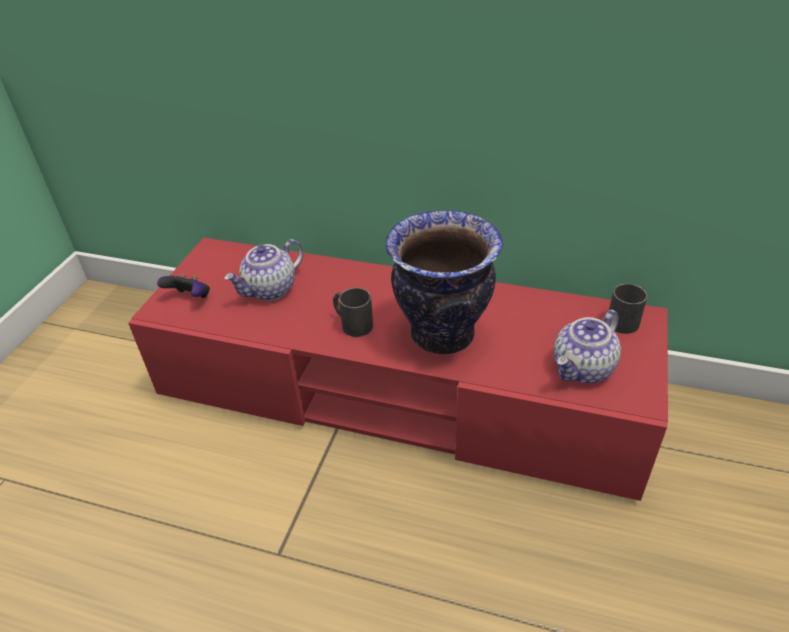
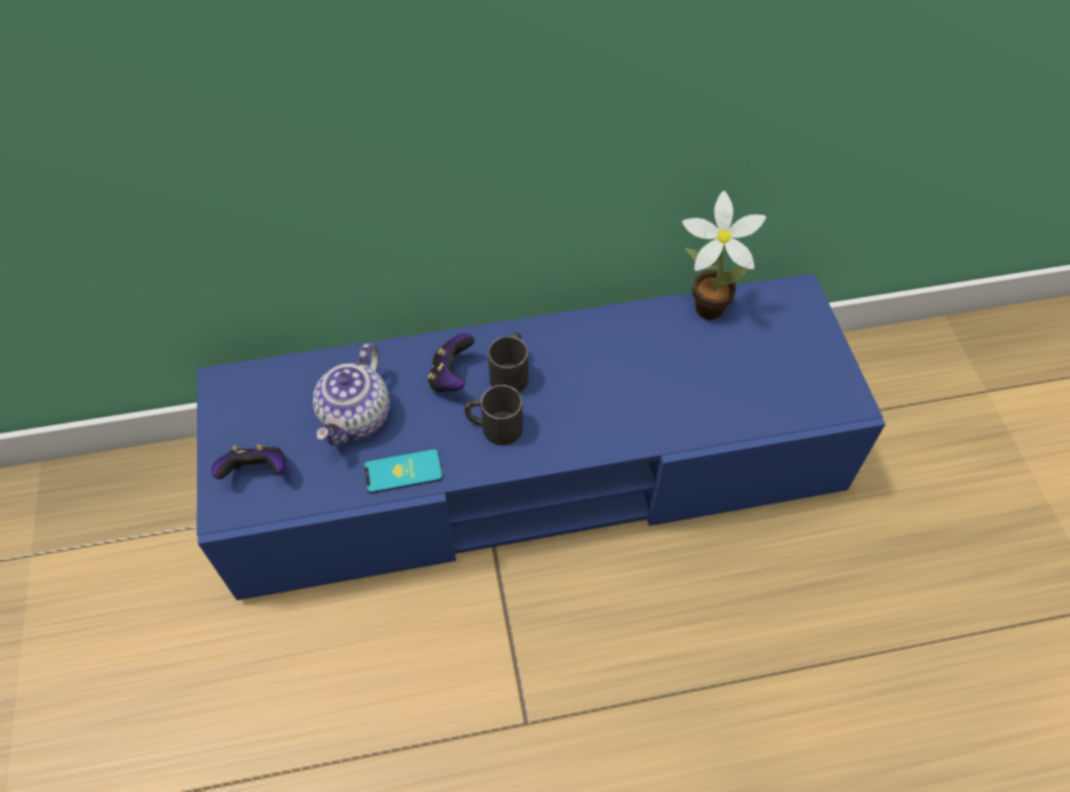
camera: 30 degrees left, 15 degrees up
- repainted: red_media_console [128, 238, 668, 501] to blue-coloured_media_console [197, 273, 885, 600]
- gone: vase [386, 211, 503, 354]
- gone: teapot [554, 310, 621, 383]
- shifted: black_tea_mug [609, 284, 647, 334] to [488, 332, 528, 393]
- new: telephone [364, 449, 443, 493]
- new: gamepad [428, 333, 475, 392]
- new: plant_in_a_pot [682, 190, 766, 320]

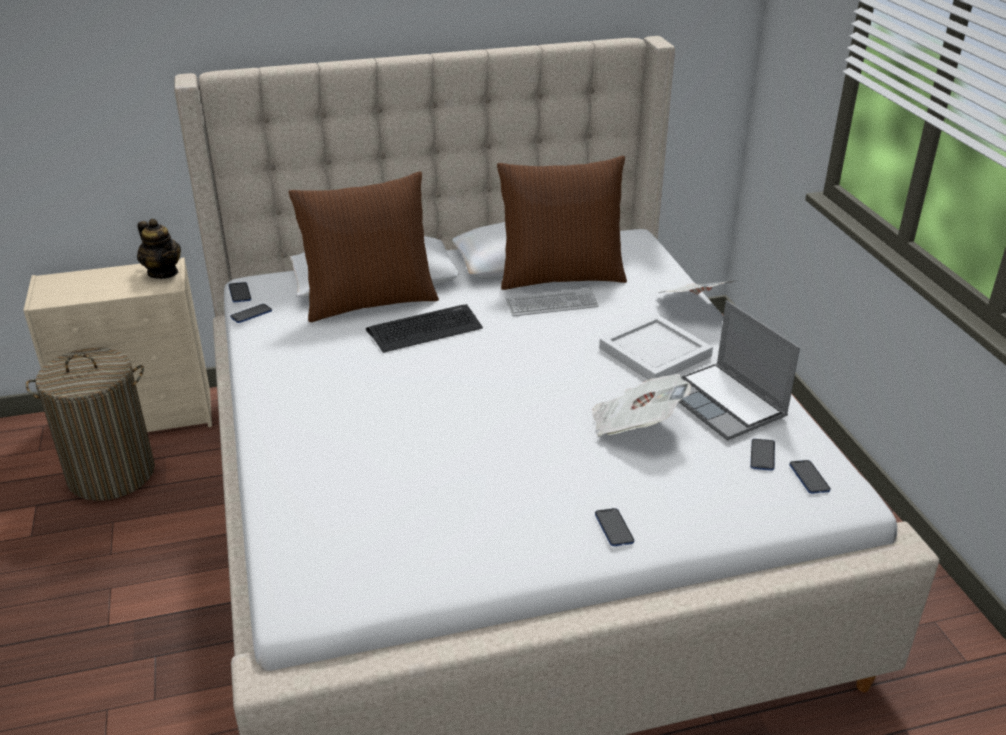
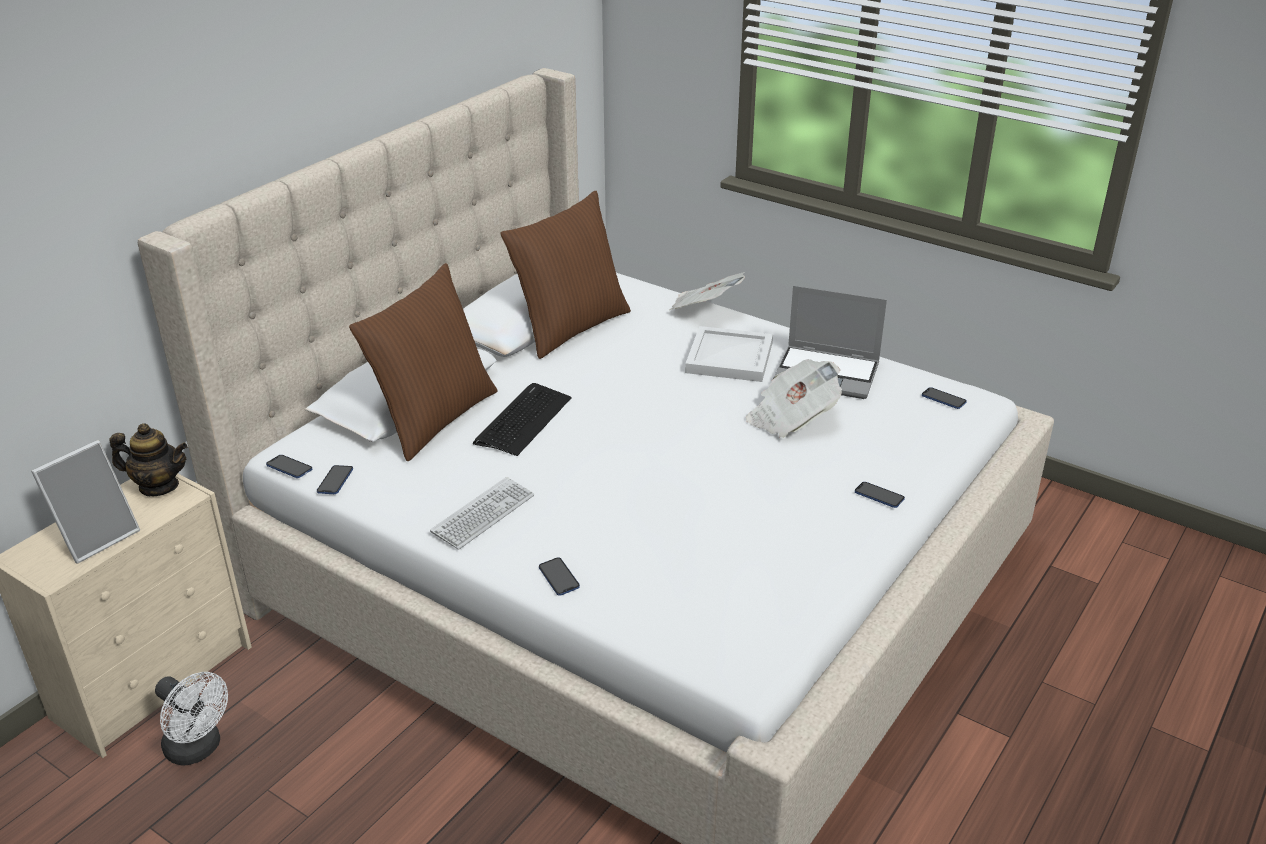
camera: 40 degrees left, 0 degrees up
- swapped: hamper [26, 348, 155, 501] to white_cooling_fan [155, 672, 228, 766]
- shifted: PC_keyboard [506, 288, 599, 316] to [430, 477, 534, 550]
- shifted: telephone [750, 439, 775, 471] to [539, 557, 580, 596]
- new: photo_frame [31, 440, 140, 563]

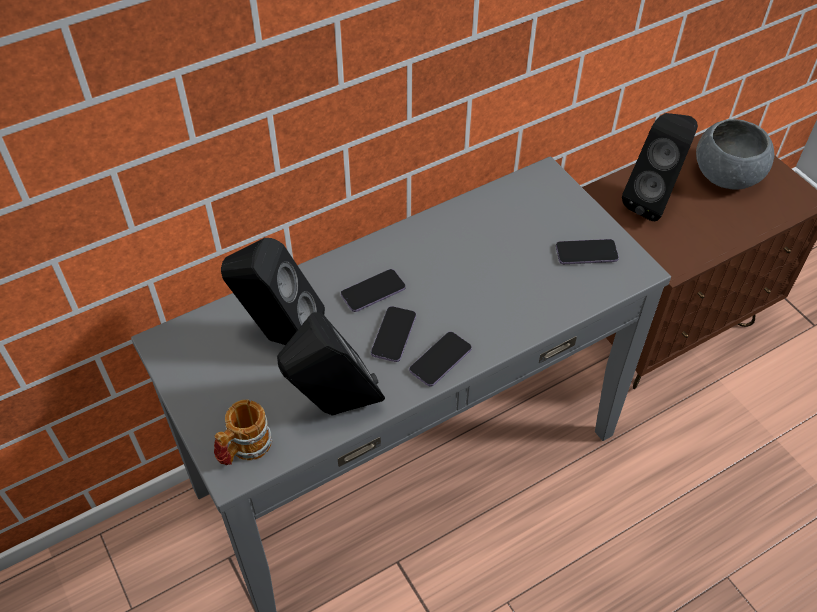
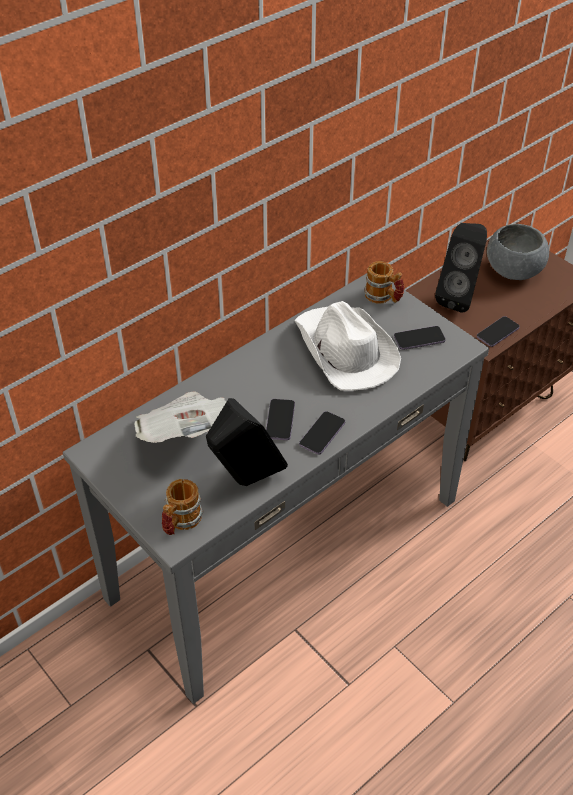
camera: 10 degrees left, 5 degrees down
- swapped: black_speaker [221, 238, 325, 345] to daily_paper [134, 391, 239, 443]
- shifted: telephone [341, 269, 406, 312] to [477, 316, 520, 347]
- new: white_hat [294, 301, 401, 391]
- new: tea_mug [364, 261, 405, 304]

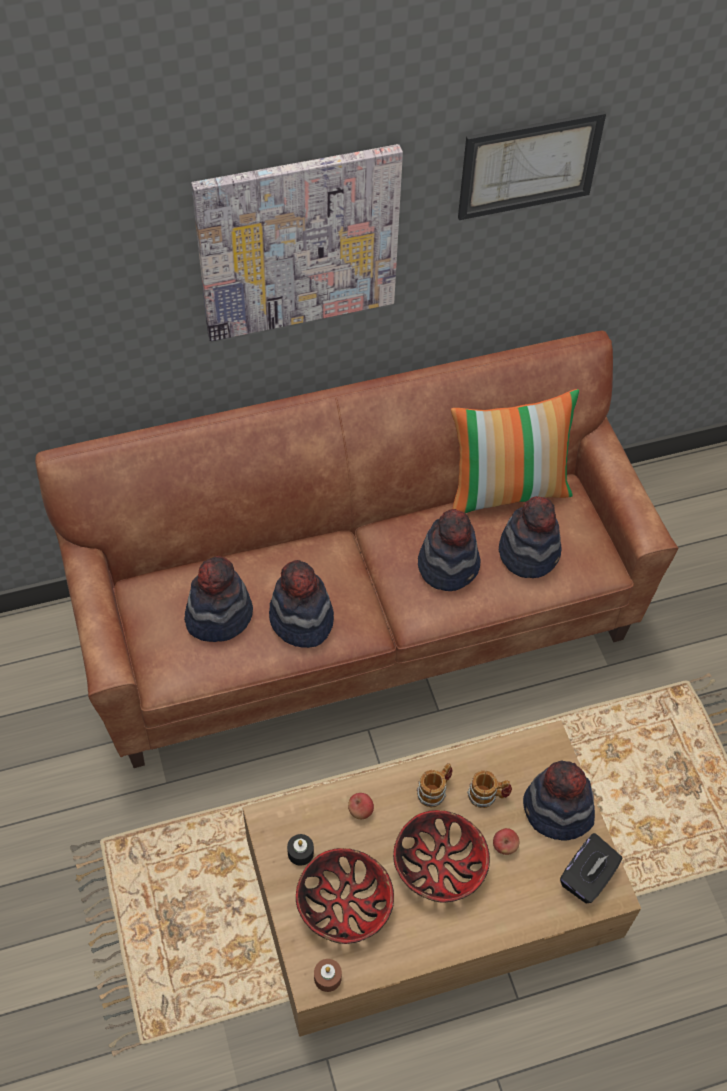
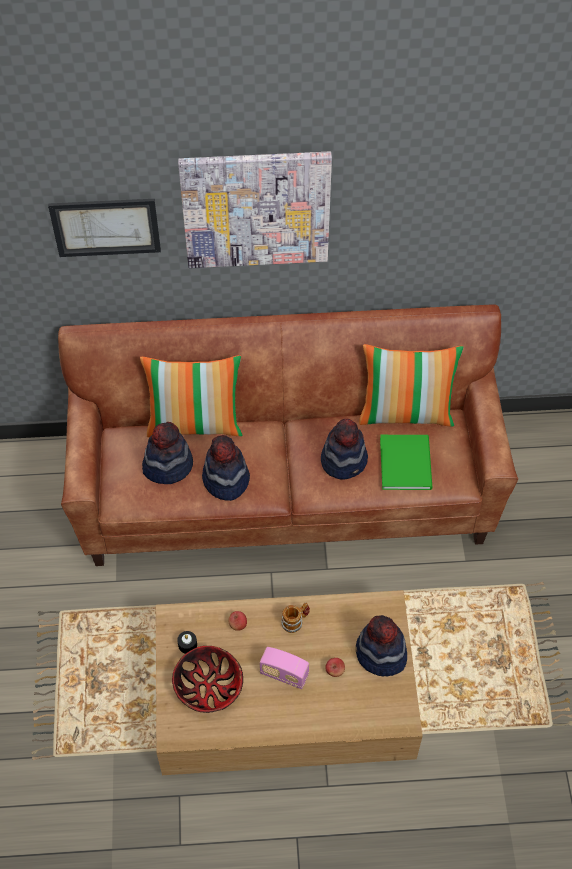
camera: 15 degrees right, 0 degrees up
- gone: brownish_candle [314, 959, 342, 992]
- swapped: serving_bowl [393, 810, 490, 903] to radio_set [260, 647, 309, 689]
- shifted: wall_picture [458, 111, 606, 220] to [48, 199, 161, 257]
- gone: tea_mug [467, 771, 512, 808]
- swapped: hat [499, 496, 562, 578] to greenish_volume [380, 435, 432, 490]
- gone: black_box_of_tissues [560, 833, 623, 903]
- new: cushion [140, 355, 243, 437]

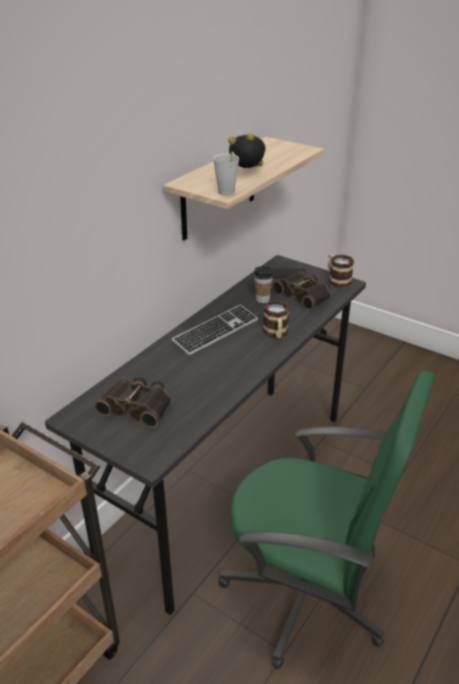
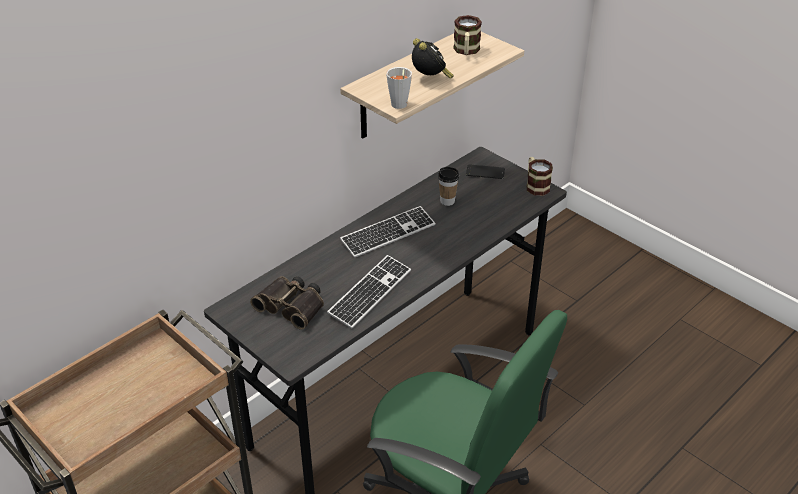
camera: 10 degrees right, 5 degrees up
- rotated: alarm_clock [228, 133, 265, 168] = [412, 38, 454, 79] 45 degrees clockwise
- shifted: tea_mug [263, 300, 290, 339] to [453, 15, 482, 55]
- gone: binoculars [272, 271, 331, 310]
- new: PC_keyboard [327, 255, 411, 329]

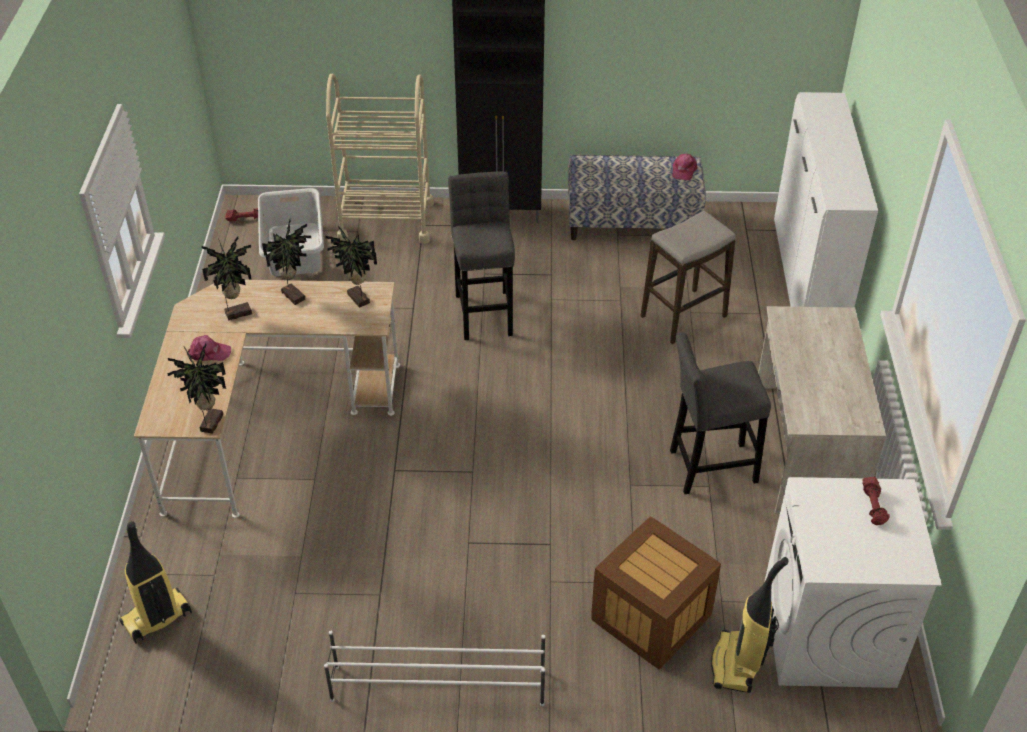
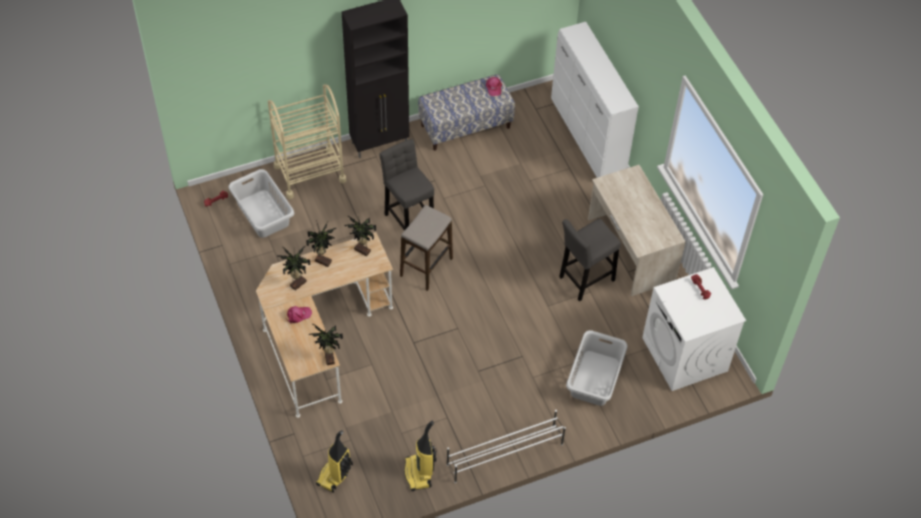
camera: 25 degrees left, 10 degrees up
- swapped: packing_crate [591, 516, 721, 669] to greyish_hamper [566, 330, 628, 406]
- shifted: stool [640, 211, 735, 344] to [400, 205, 453, 291]
- shifted: vacuum_cleaner [711, 557, 788, 693] to [404, 421, 437, 491]

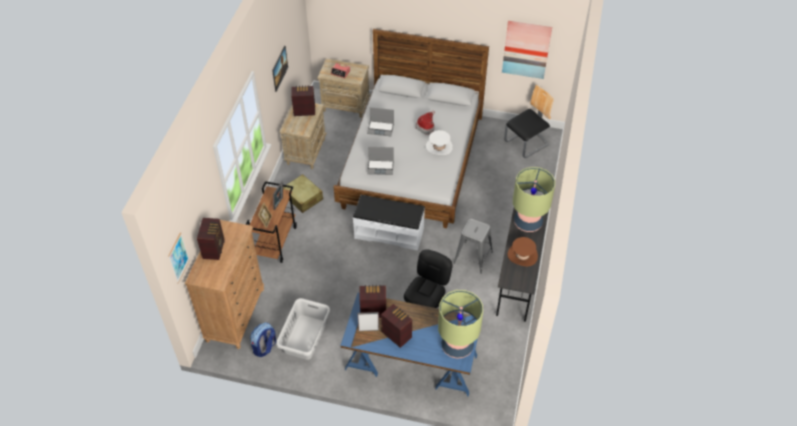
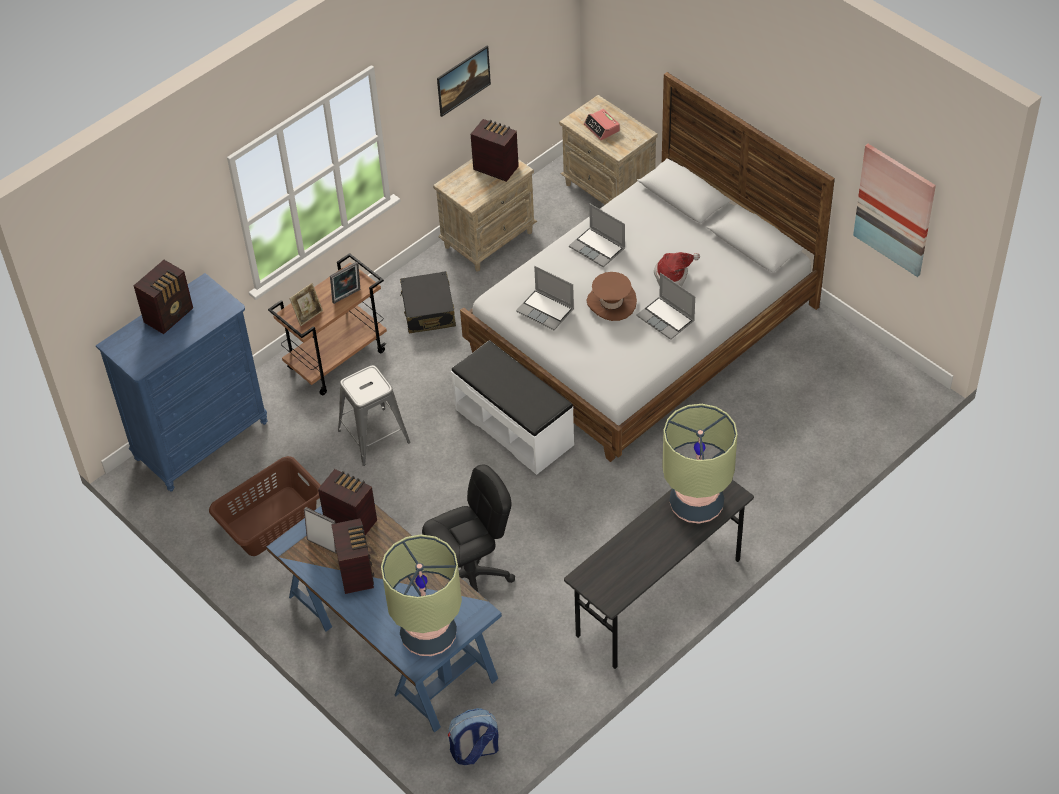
camera: 35 degrees right, 0 degrees up
- gone: wall_picture [168, 232, 190, 284]
- repainted: brownish_dresser [185, 220, 264, 349] to blue-coloured_dresser [96, 273, 267, 492]
- shifted: backpack [250, 322, 276, 357] to [448, 708, 499, 765]
- repainted: greyish_hamper [276, 298, 330, 360] to brownish_hamper [209, 456, 321, 556]
- repainted: sand-coloured_suitcase [283, 174, 323, 213] to black_suitcase [400, 271, 456, 333]
- swapped: white_hat [426, 130, 453, 155] to notebook_computer [636, 273, 695, 340]
- shifted: greyish_stool [454, 219, 493, 274] to [338, 365, 410, 466]
- gone: chair [504, 84, 554, 158]
- shifted: brownish_hat [507, 237, 538, 267] to [587, 272, 637, 321]

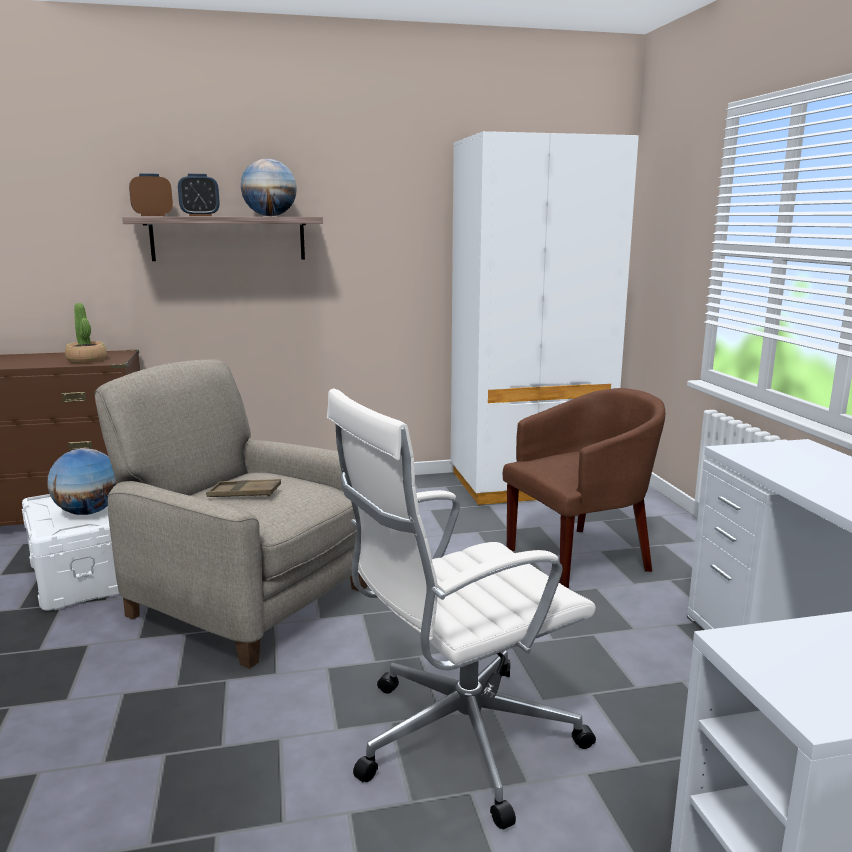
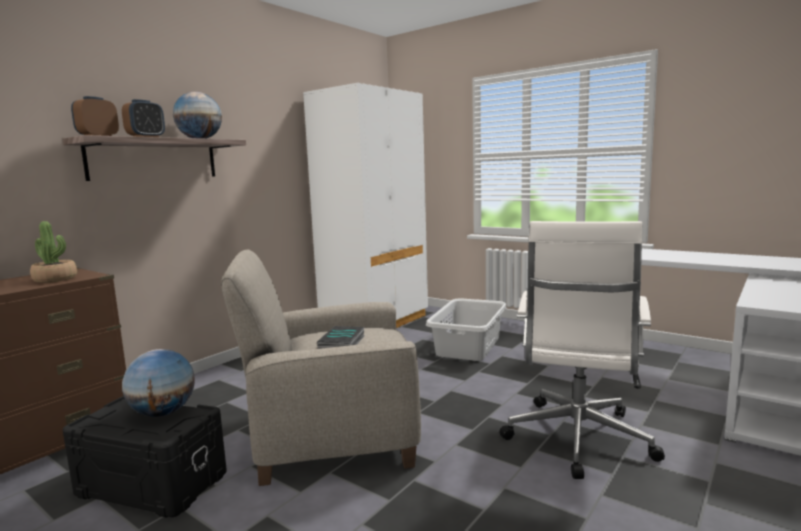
camera: 40 degrees left, 5 degrees down
- repainted: white_storage_container [22, 494, 120, 611] to black_storage_container [63, 396, 227, 518]
- swapped: brownish_carrying_tray [206, 479, 281, 497] to volume [317, 326, 364, 349]
- swapped: brownish_easy_chair [503, 388, 665, 589] to greyish_hamper [426, 298, 507, 361]

